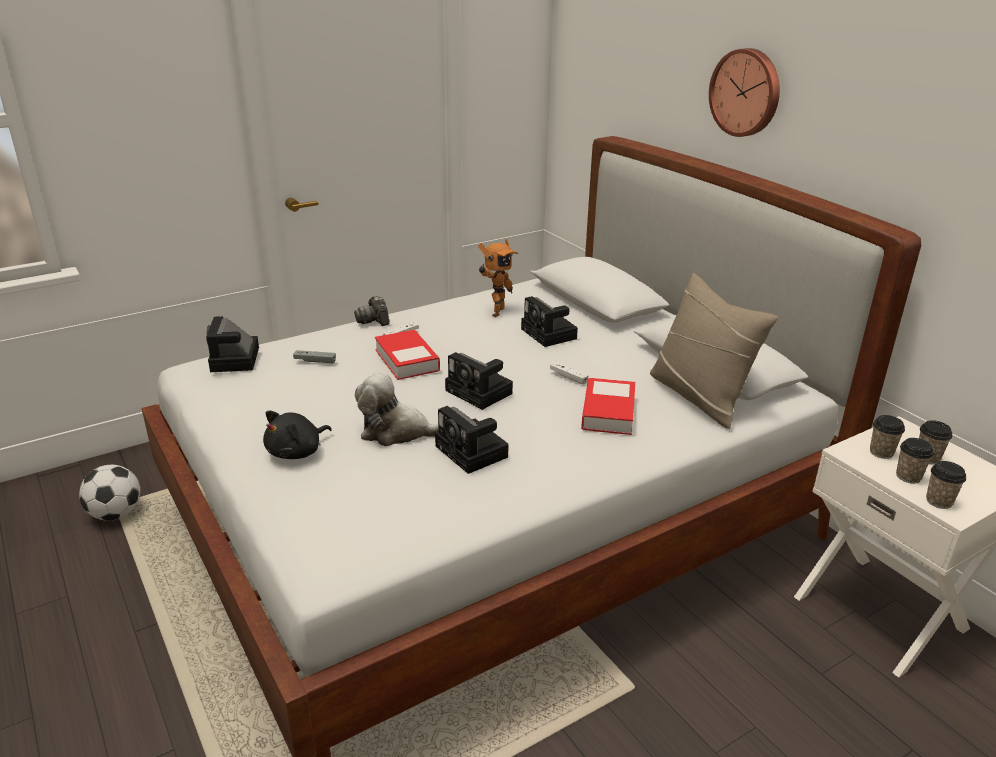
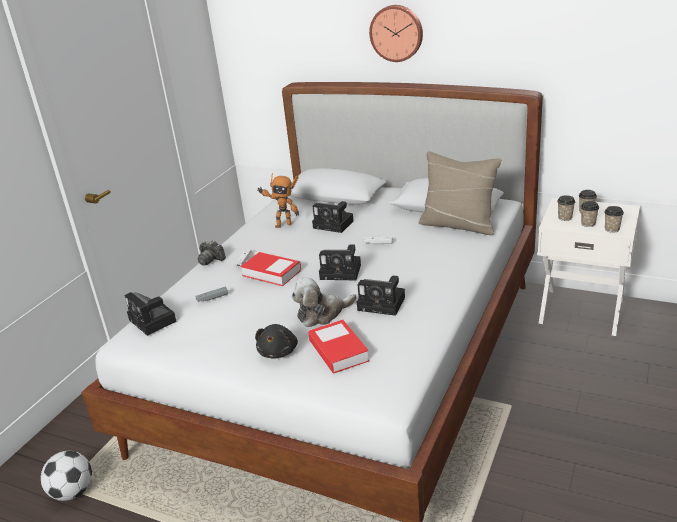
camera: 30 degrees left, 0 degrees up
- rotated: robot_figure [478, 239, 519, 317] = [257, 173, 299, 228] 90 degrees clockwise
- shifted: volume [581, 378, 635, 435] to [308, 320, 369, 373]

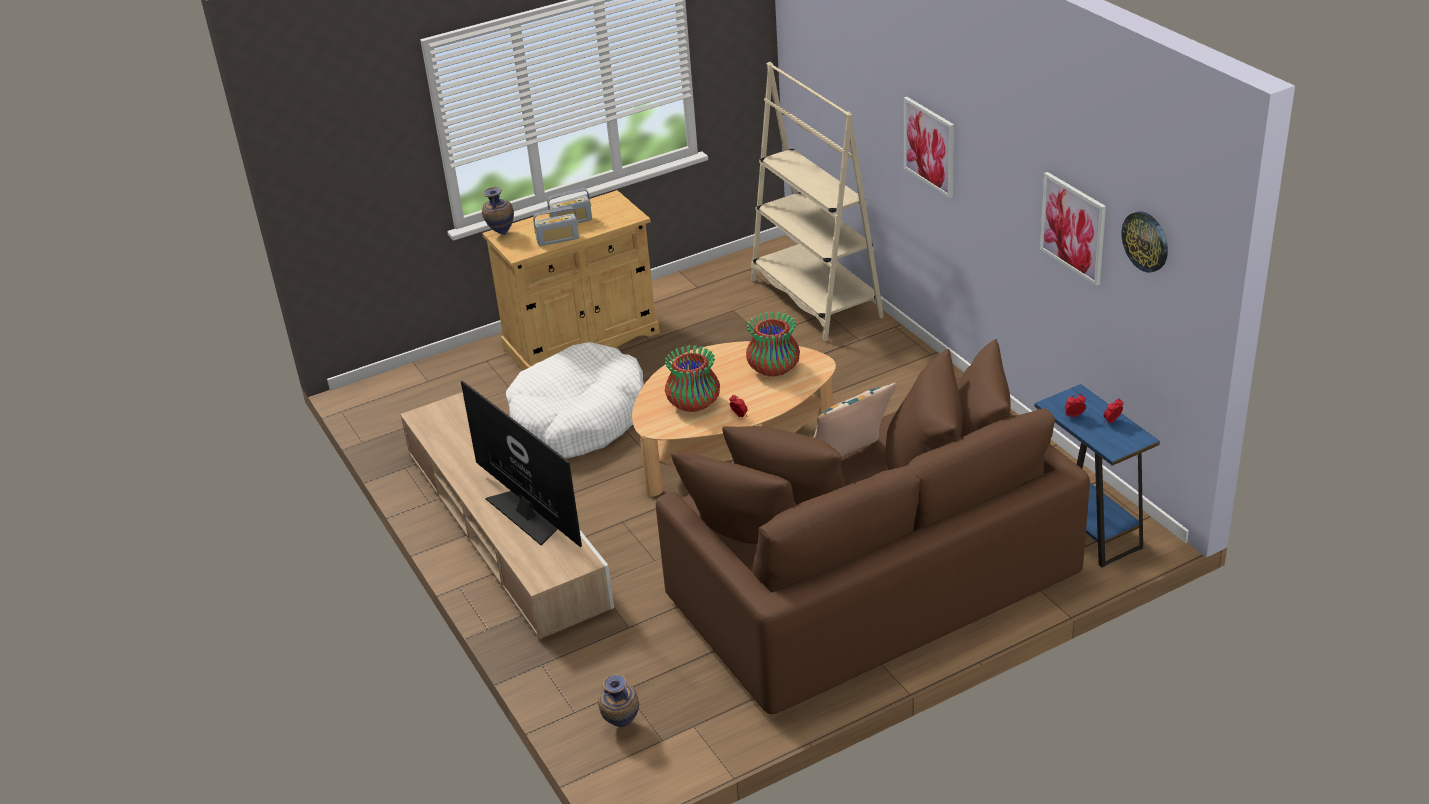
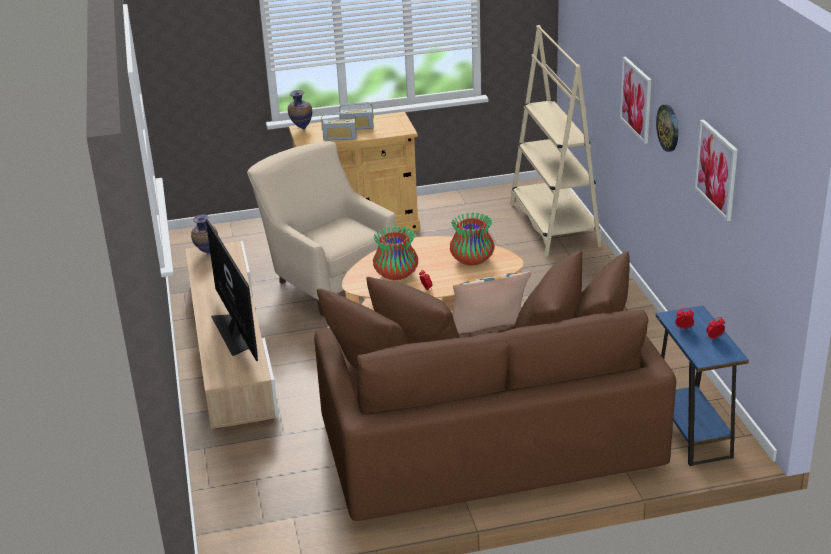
camera: 15 degrees right, 5 degrees down
- swapped: white_pet_bed [506, 342, 644, 458] to sand-coloured_easy_chair [247, 141, 397, 317]
- shifted: vase [598, 674, 639, 727] to [191, 214, 218, 253]
- shifted: hanging_clock [1122, 211, 1168, 273] to [656, 104, 678, 152]

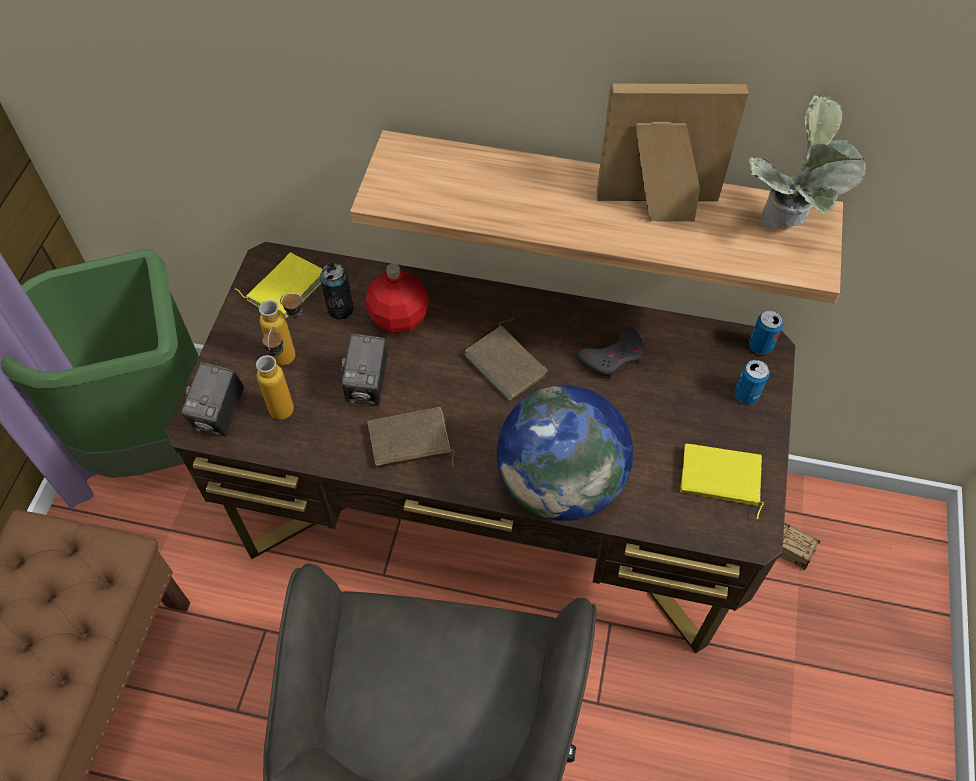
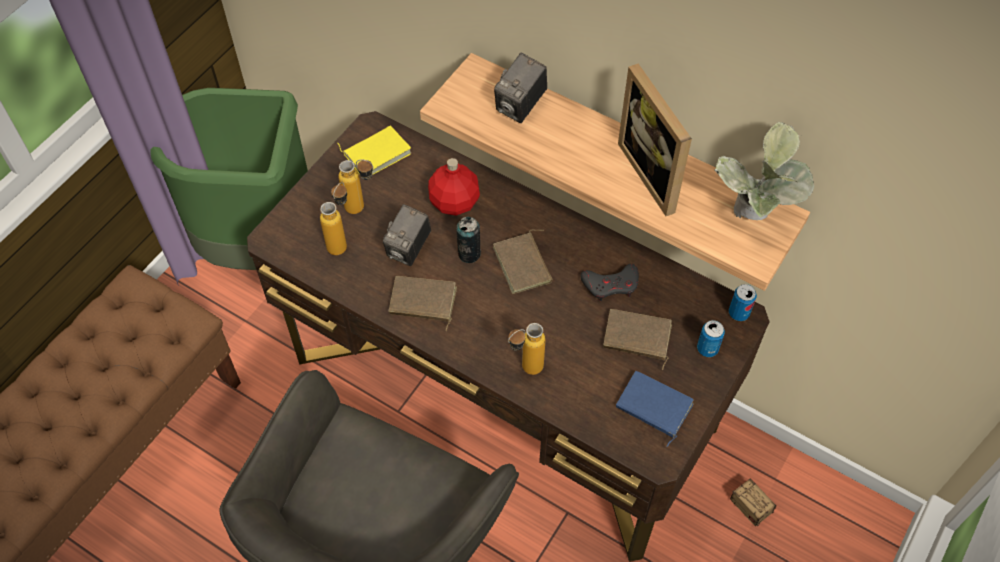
camera: 20 degrees right, 0 degrees up
- shifted: still_camera [181, 362, 245, 436] to [494, 53, 547, 123]
- shifted: can [320, 263, 354, 320] to [456, 216, 481, 263]
- swapped: desk_globe [497, 385, 633, 521] to bottle [508, 323, 546, 375]
- rotated: photo_frame [597, 83, 749, 222] = [618, 64, 692, 216] 135 degrees counterclockwise
- repainted: yellow_volume [680, 444, 764, 519] to blue-coloured_volume [616, 371, 694, 447]
- new: brownish_volume [603, 309, 672, 370]

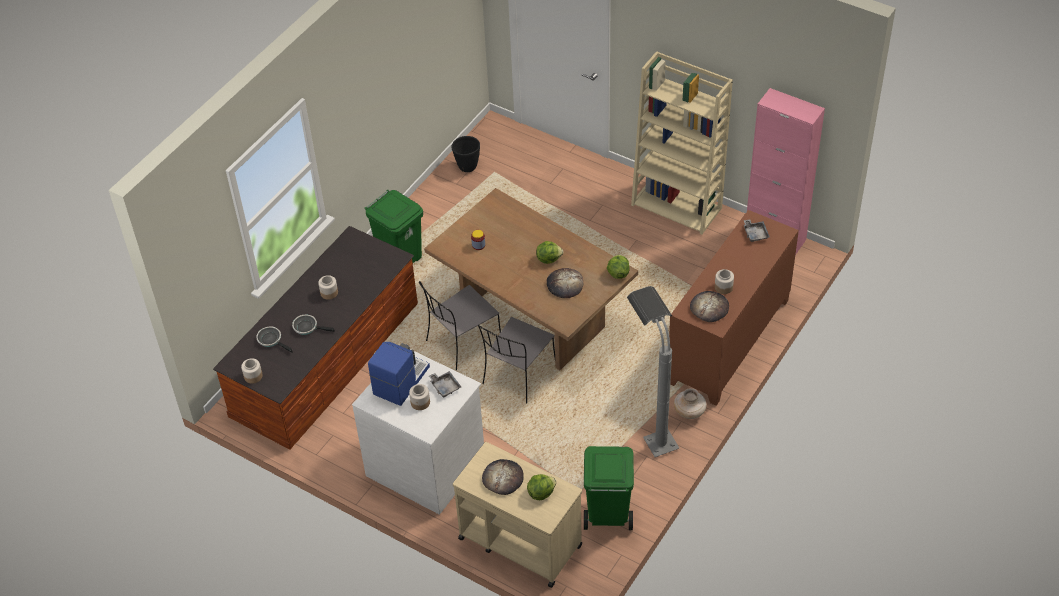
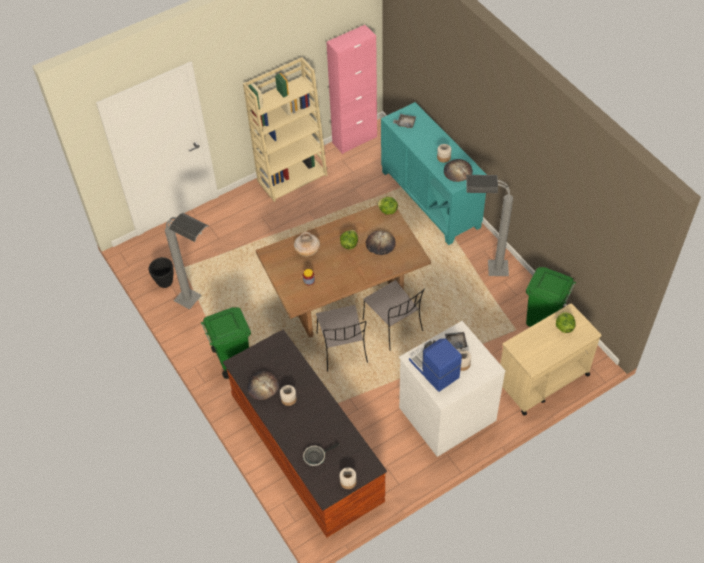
camera: 65 degrees left, 5 degrees up
- gone: frying_pan [292, 315, 335, 335]
- shifted: bakery_bread [482, 459, 524, 495] to [247, 371, 279, 400]
- repainted: brownish_storage_cabinet [669, 210, 799, 406] to turquoise-coloured_storage_cabinet [381, 102, 487, 245]
- shifted: sand-coloured_vase [674, 388, 707, 419] to [294, 232, 320, 257]
- new: greyish_standing_lamp [165, 213, 209, 310]

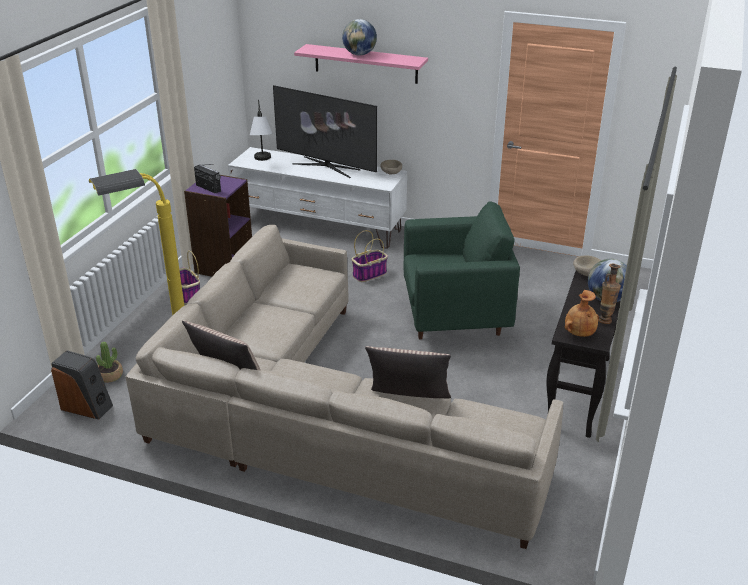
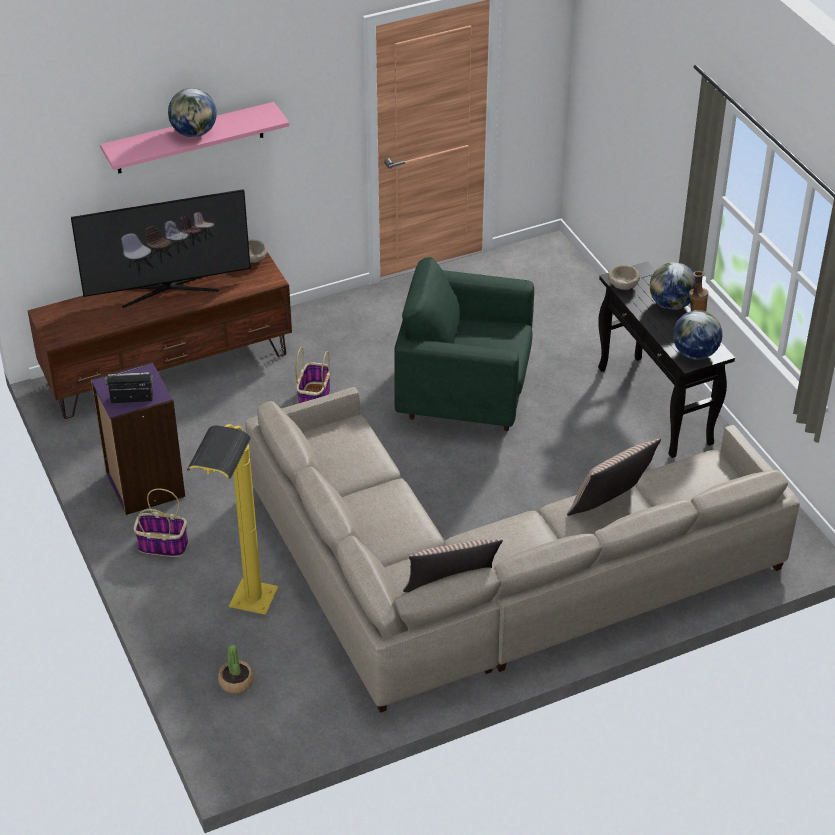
camera: 45 degrees left, 10 degrees up
- gone: speaker [51, 350, 113, 419]
- repainted: white_media_console [228, 147, 407, 249] to brownish_media_console [27, 252, 292, 419]
- gone: tabletop_lamp [250, 100, 273, 161]
- rotated: greenish_easy_chair [403, 201, 520, 340] = [394, 257, 534, 431] 120 degrees counterclockwise
- swapped: brownish_vase [565, 290, 599, 337] to desk_globe [673, 310, 722, 360]

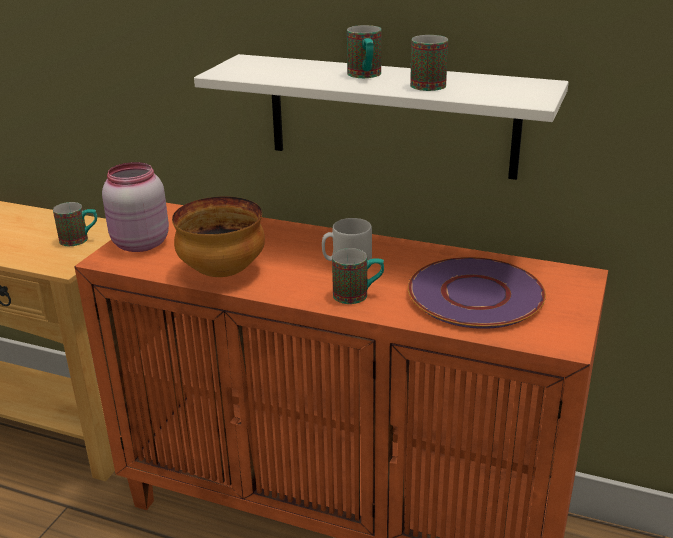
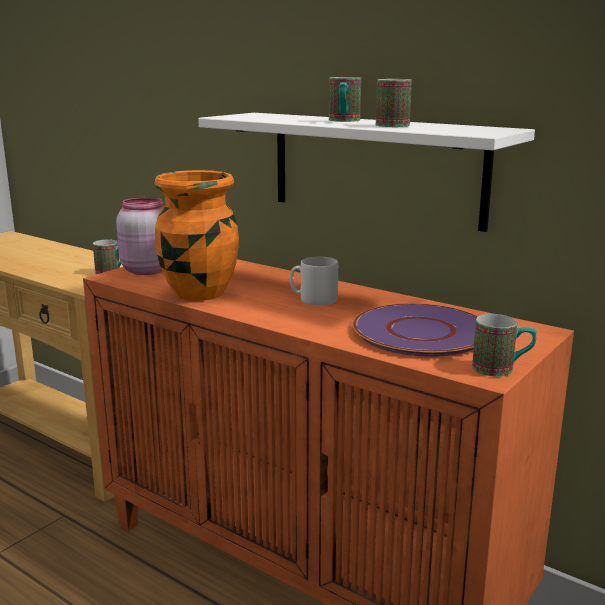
camera: 15 degrees right, 10 degrees down
- swapped: serving_bowl [172, 197, 265, 277] to orangey_vase [155, 170, 239, 301]
- shifted: tea_mug [332, 248, 384, 304] to [472, 314, 537, 377]

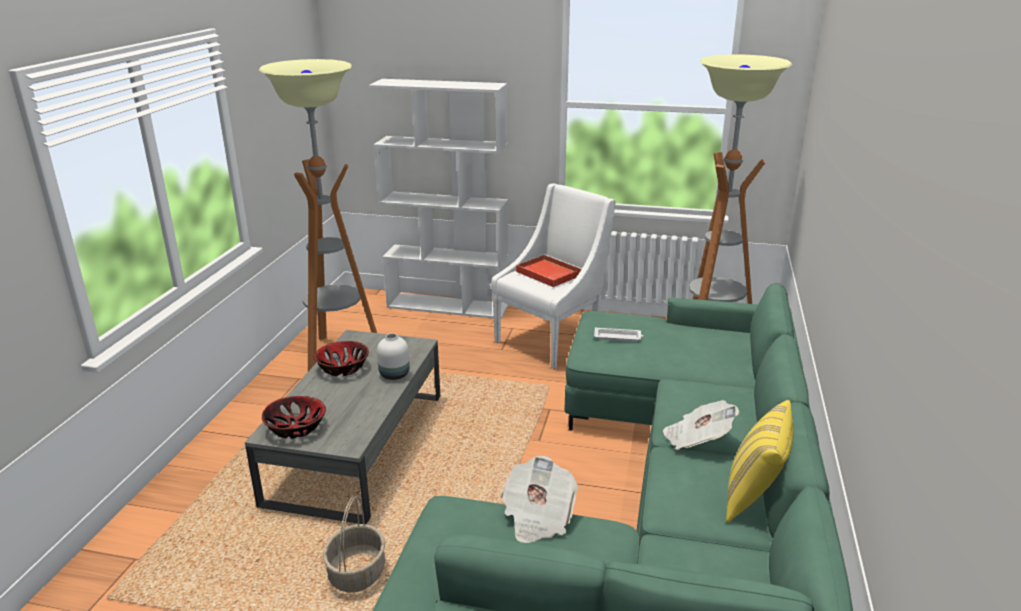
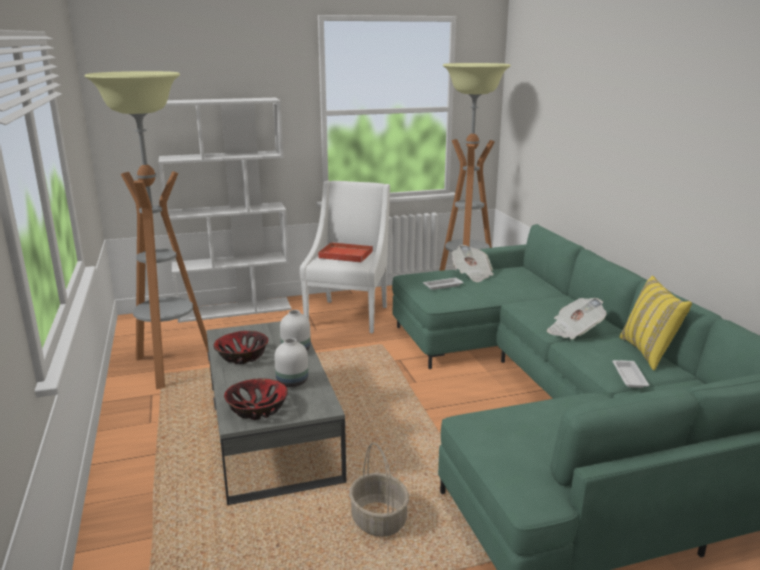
camera: 30 degrees left, 5 degrees down
- shifted: daily_paper [501, 456, 578, 543] to [452, 245, 494, 282]
- new: white_vase [274, 338, 308, 387]
- new: white_carrying_tray [612, 360, 649, 388]

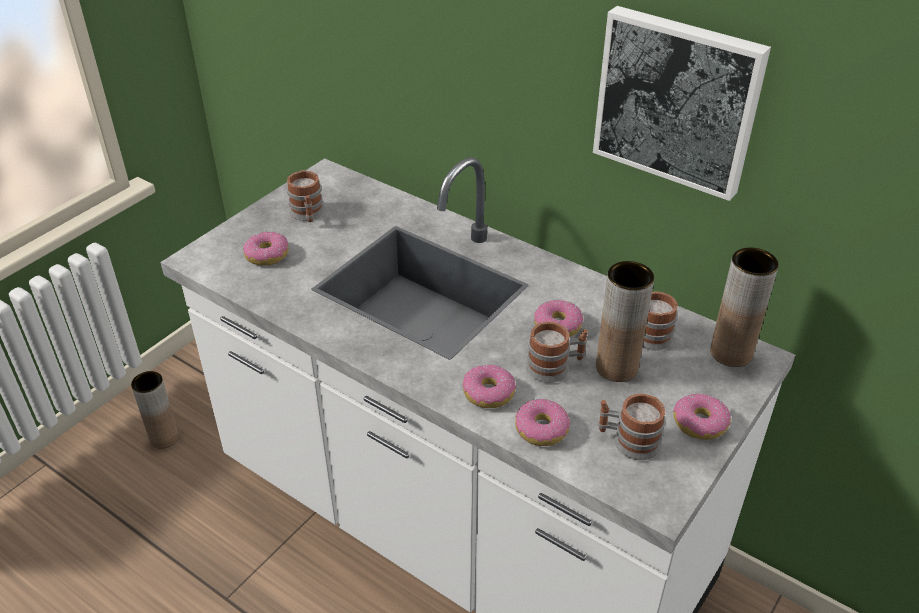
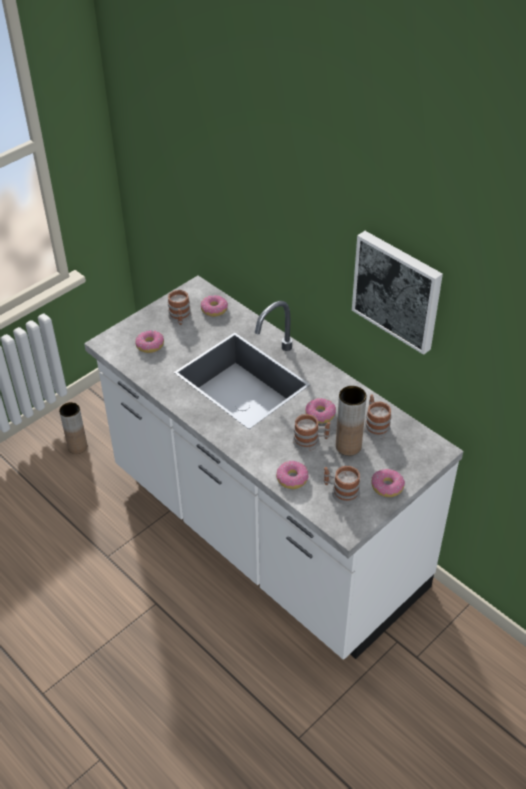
camera: 10 degrees right, 5 degrees up
- shifted: doughnut [463, 364, 516, 408] to [201, 295, 228, 317]
- gone: brownish_vase [710, 248, 779, 367]

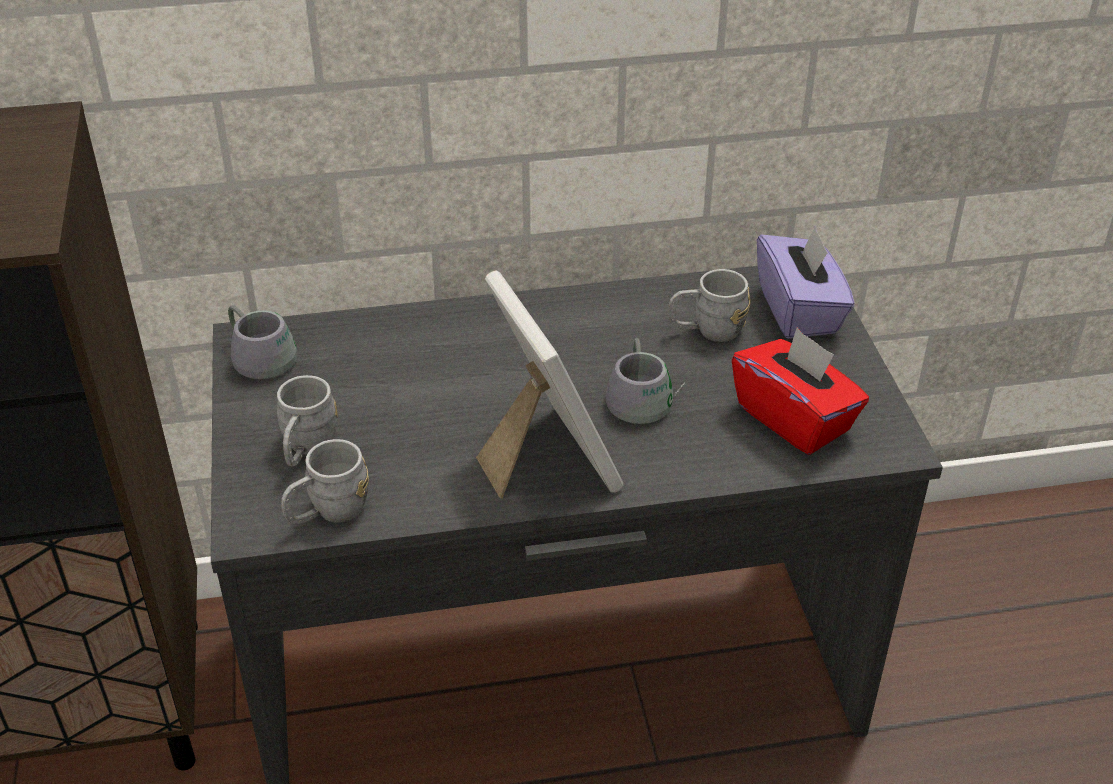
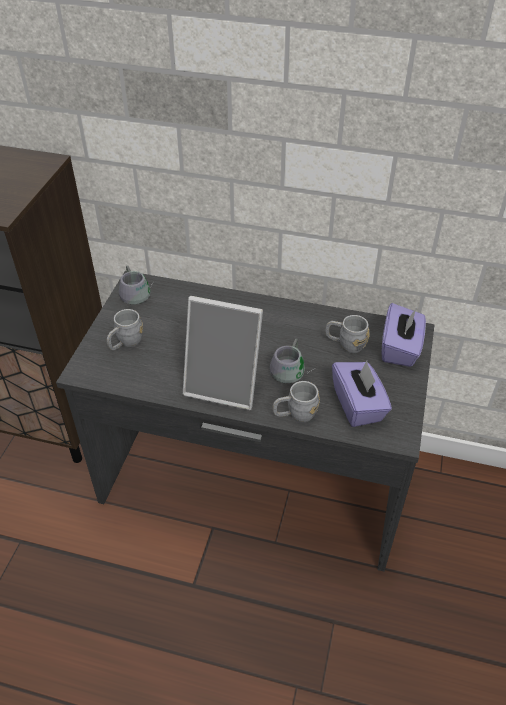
camera: 25 degrees right, 5 degrees up
- shifted: greyish_tea_mug [281, 439, 369, 524] to [272, 381, 320, 422]
- rotated: photo_frame [476, 270, 623, 499] = [183, 296, 263, 410] 105 degrees clockwise
- repainted: red_box_of_tissues [732, 328, 869, 455] to purplish_box_of_tissues [332, 361, 392, 427]

